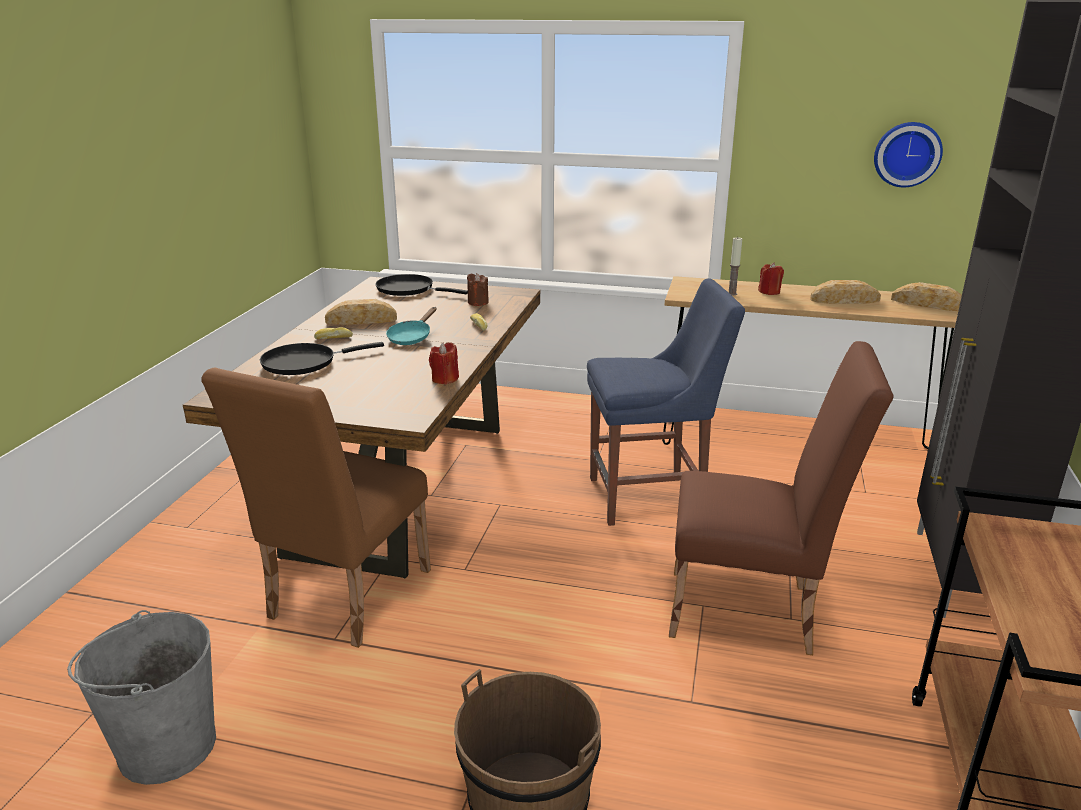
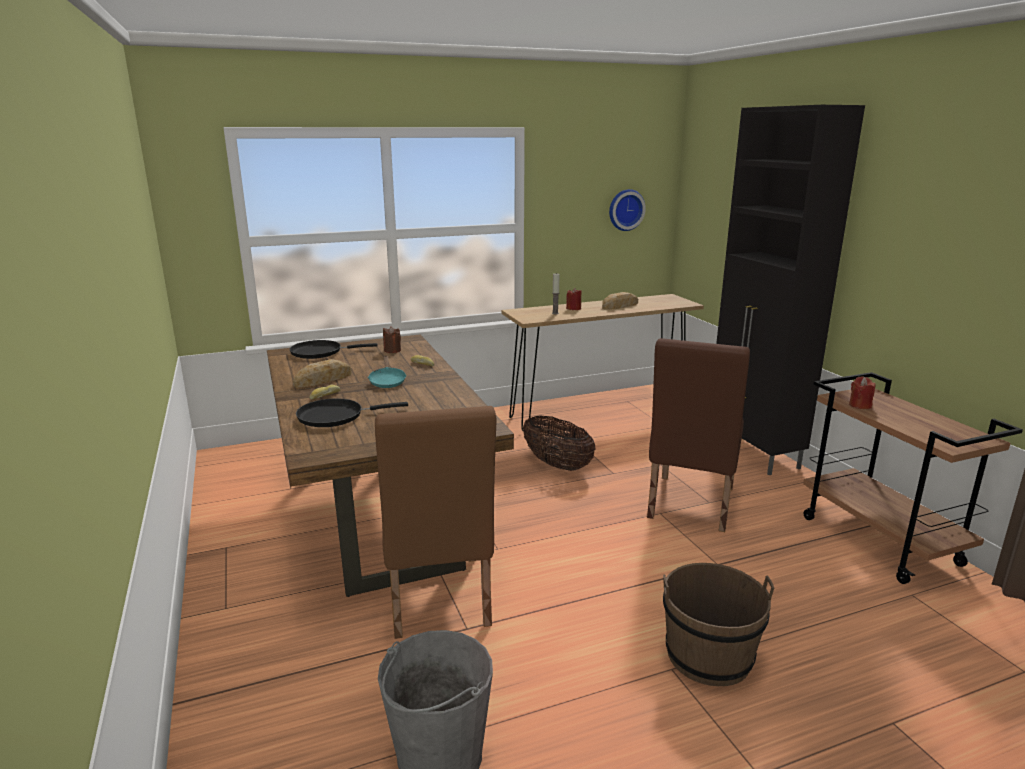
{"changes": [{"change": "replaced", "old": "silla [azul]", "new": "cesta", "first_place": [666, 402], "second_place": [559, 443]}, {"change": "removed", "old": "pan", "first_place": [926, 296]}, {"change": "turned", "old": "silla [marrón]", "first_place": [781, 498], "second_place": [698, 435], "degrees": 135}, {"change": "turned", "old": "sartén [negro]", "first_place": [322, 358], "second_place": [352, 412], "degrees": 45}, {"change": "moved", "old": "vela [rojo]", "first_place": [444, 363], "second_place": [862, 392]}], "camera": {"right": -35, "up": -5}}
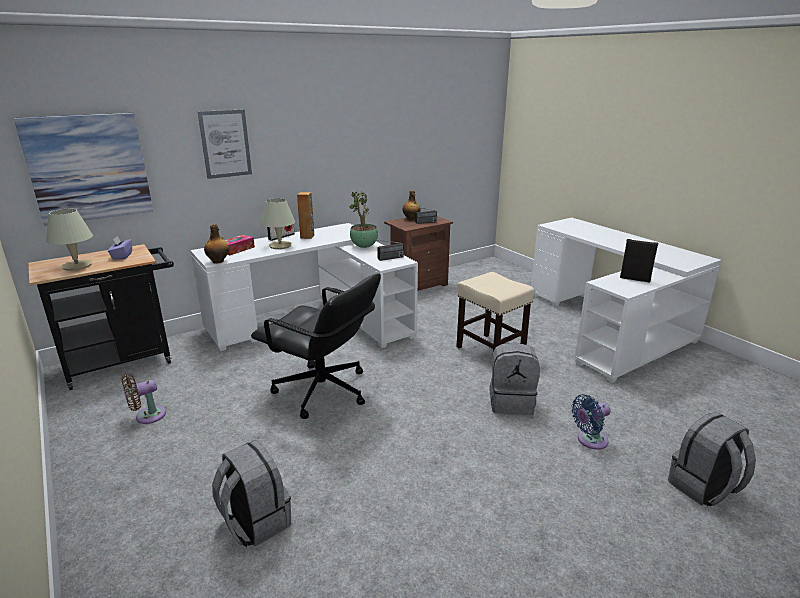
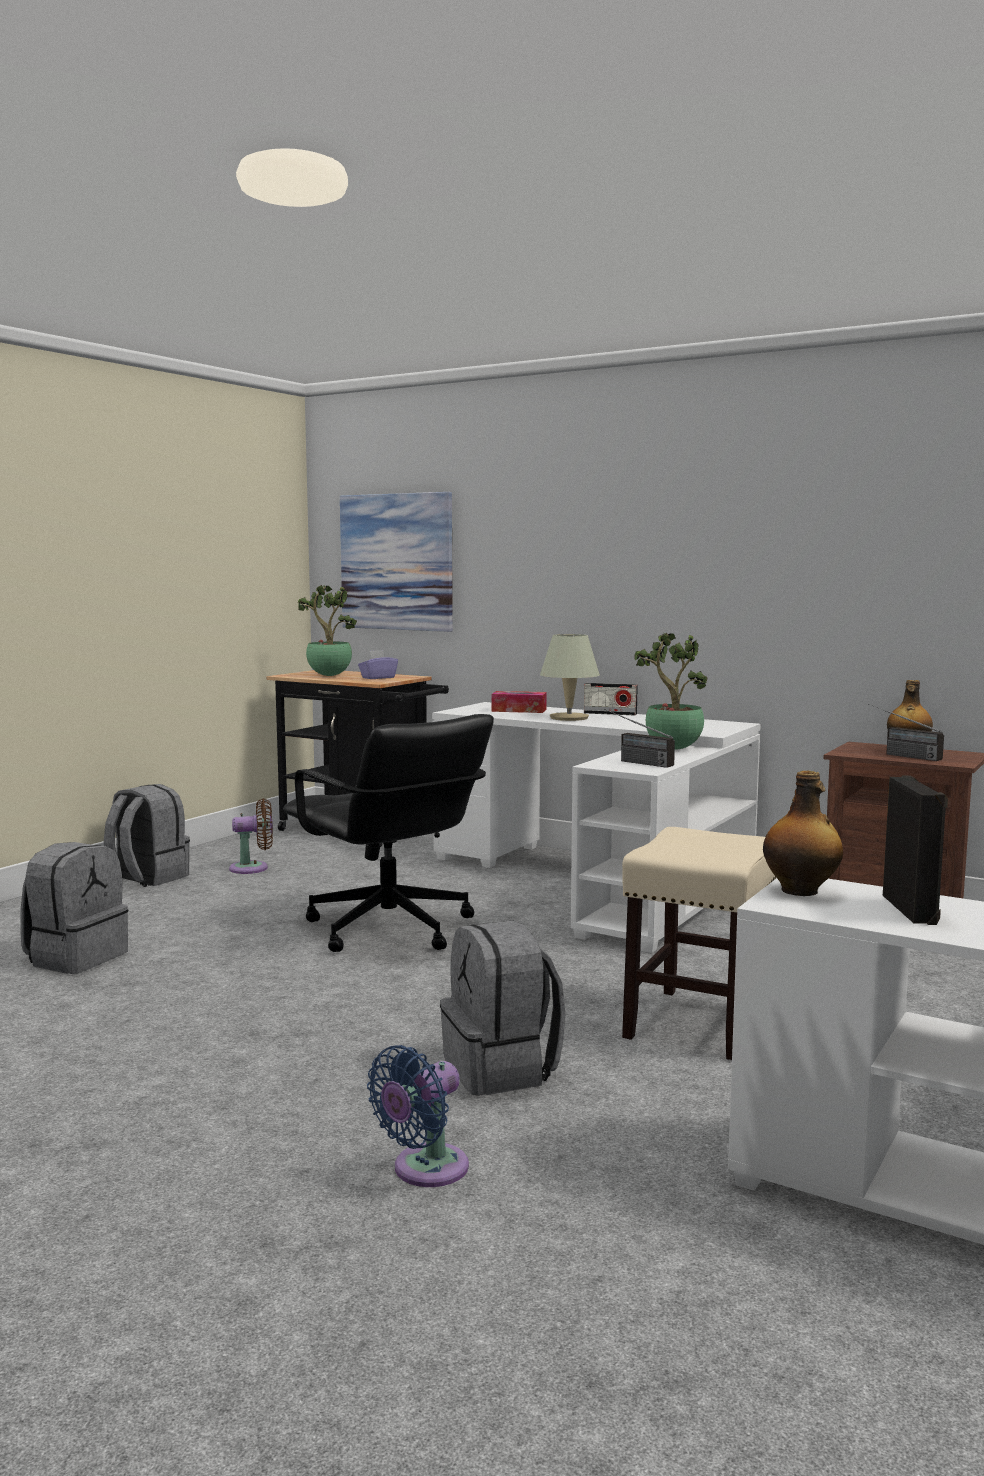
{"changes": [{"change": "removed", "old": "cuadro", "first_place": [225, 144]}, {"change": "removed", "old": "altavoz [marrón]", "first_place": [305, 215]}, {"change": "replaced", "old": "lámpara de mesa [beis]", "new": "planta en maceta", "first_place": [69, 240], "second_place": [327, 630]}, {"change": "moved", "old": "botella", "first_place": [216, 244], "second_place": [803, 833]}, {"change": "turned", "old": "silla de oficina [negro]", "first_place": [316, 346], "second_place": [388, 833], "degrees": -45}, {"change": "turned", "old": "ventilador [marrón]", "first_place": [144, 399], "second_place": [251, 836], "degrees": 135}, {"change": "turned", "old": "ventilador [azul]", "first_place": [591, 422], "second_place": [418, 1116], "degrees": -90}, {"change": "moved", "old": "mochila [gris]", "first_place": [712, 459], "second_place": [147, 835]}], "camera": {"right": 65, "up": -15}}
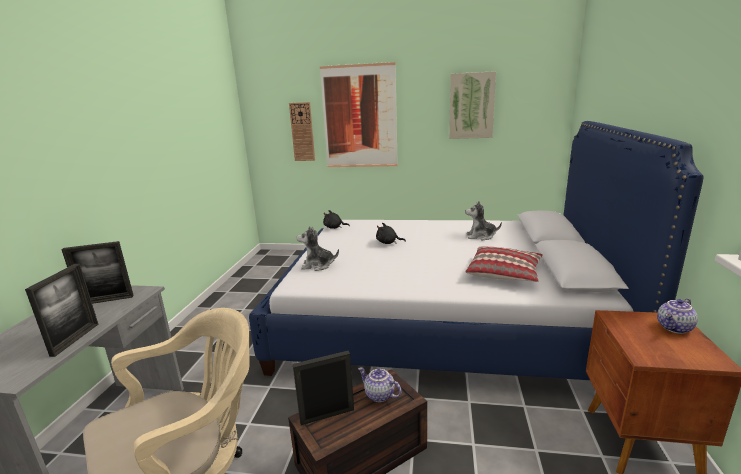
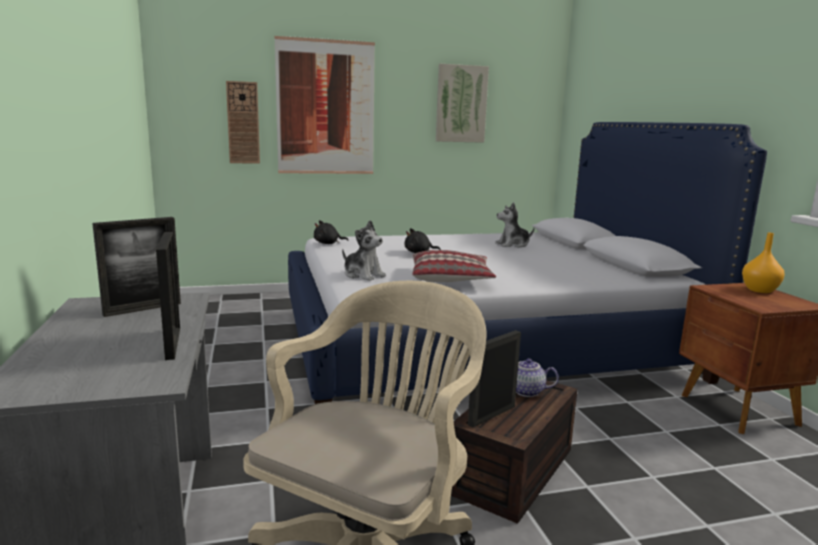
{"changes": [{"change": "turned", "old": "peluche", "first_place": [318, 248], "second_place": [364, 250], "degrees": -120}, {"change": "moved", "old": "cojín", "first_place": [504, 264], "second_place": [454, 266]}, {"change": "replaced", "old": "tetera", "new": "florero [naranja]", "first_place": [677, 316], "second_place": [763, 263]}], "camera": {"right": -25, "up": -5}}
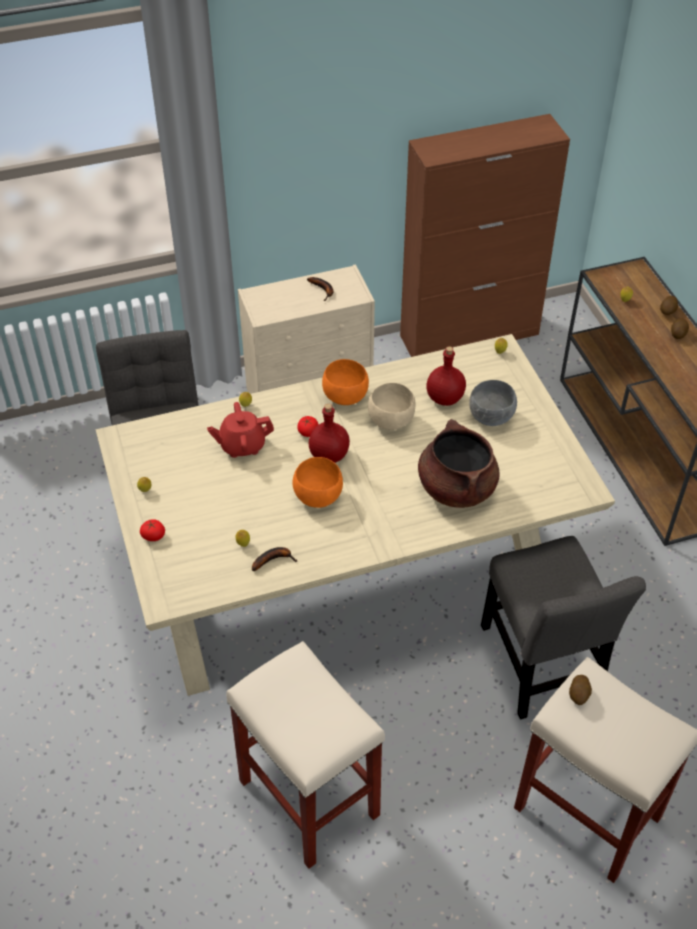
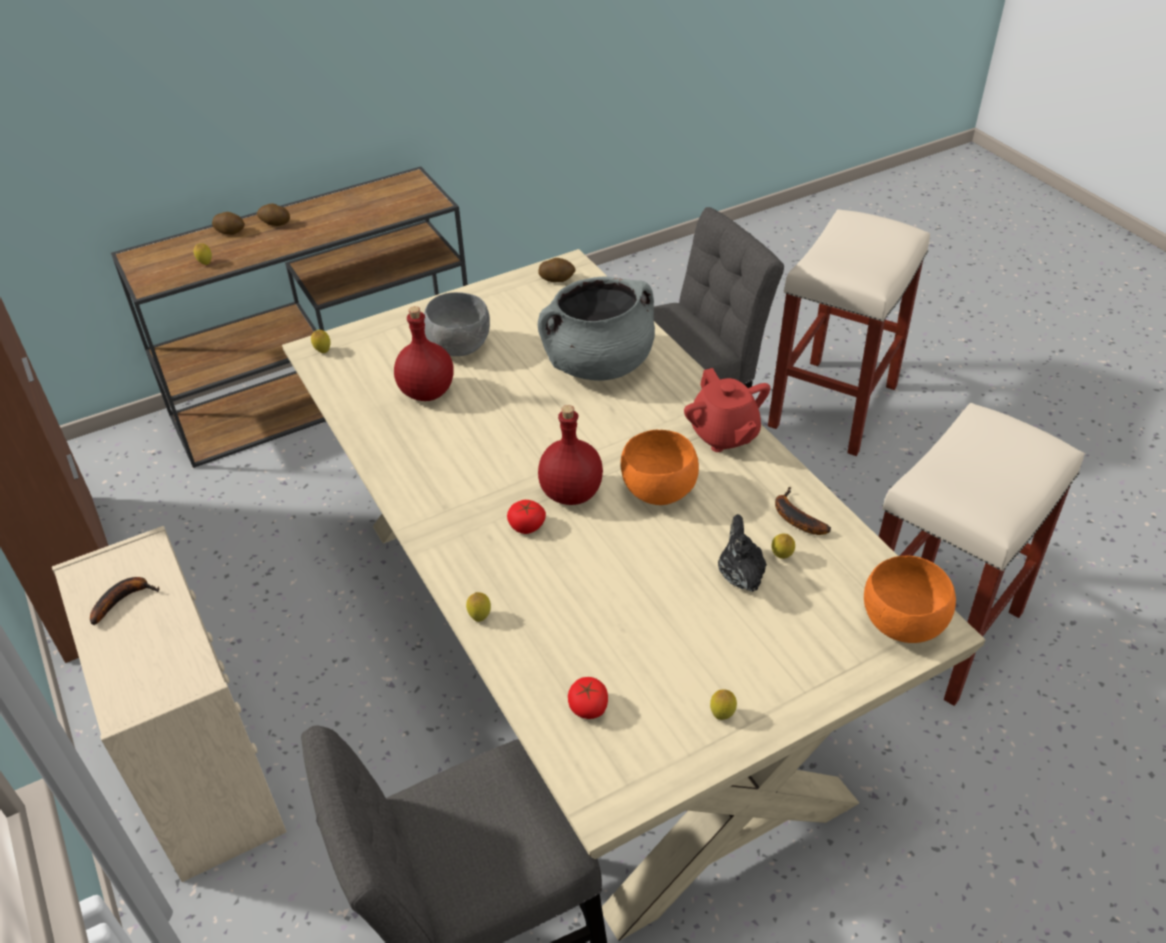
{"changes": [{"change": "moved", "old": "cuenco [naranja]", "first_place": [345, 382], "second_place": [910, 599]}, {"change": "removed", "old": "cuenco [beis]", "first_place": [392, 406]}, {"change": "moved", "old": "tetera [rojo]", "first_place": [240, 430], "second_place": [727, 410]}, {"change": "recoloured", "old": "olla [marrón]", "new": "olla [gris]", "first_place": [459, 463], "second_place": [596, 328]}, {"change": "moved", "old": "tomate", "first_place": [152, 530], "second_place": [588, 698]}, {"change": "moved", "old": "patata", "first_place": [580, 690], "second_place": [557, 270]}, {"change": "added", "new": "tetera [negro]", "second_place": [742, 553]}], "camera": {"right": -100, "up": -5}}
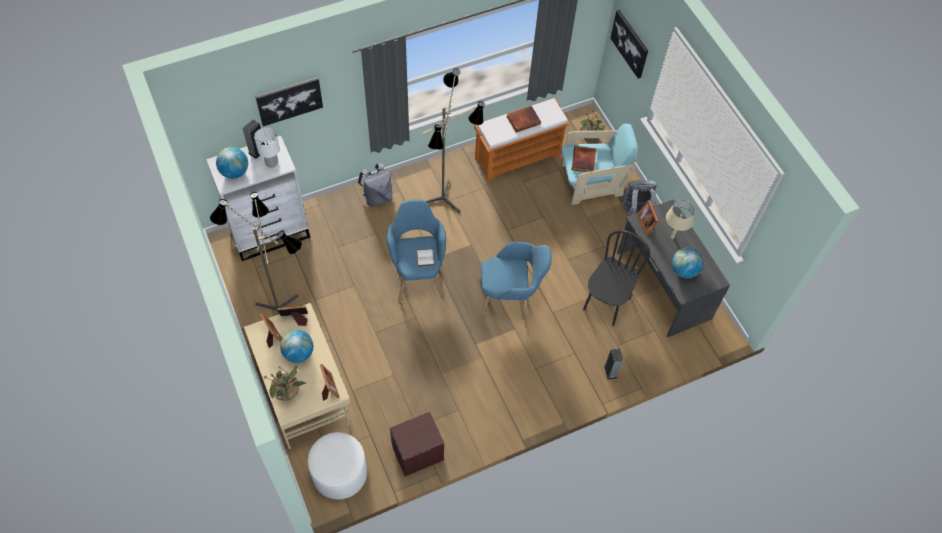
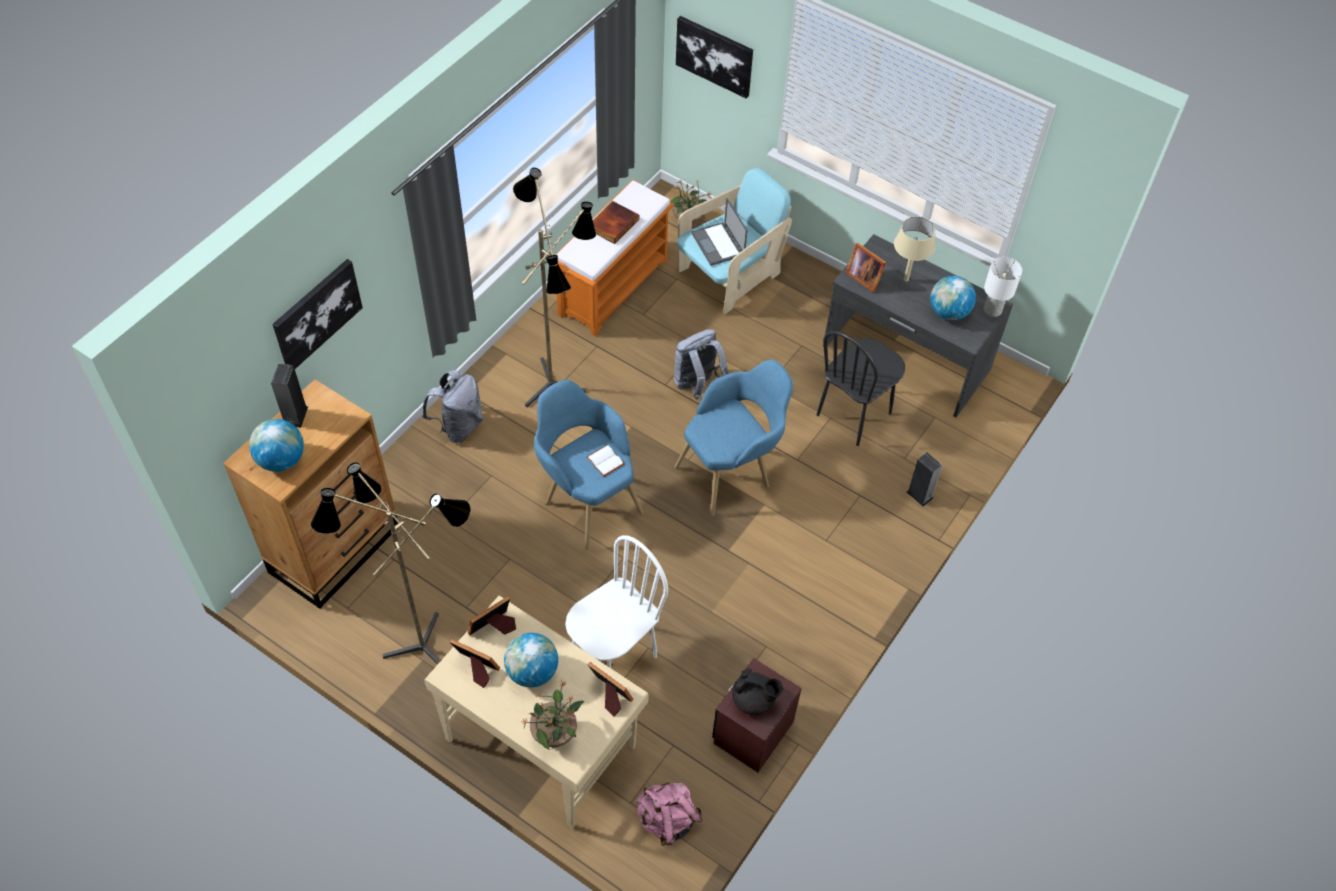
{"changes": [{"change": "moved", "old": "lámpara de mesa [blanco]", "first_place": [267, 147], "second_place": [1003, 287]}, {"change": "recoloured", "old": "cómoda [blanco]", "new": "cómoda [marrón]", "first_place": [258, 198], "second_place": [310, 494]}, {"change": "replaced", "old": "libro", "new": "portátil", "first_place": [584, 159], "second_place": [719, 232]}, {"change": "moved", "old": "mochila [gris]", "first_place": [639, 198], "second_place": [701, 364]}, {"change": "turned", "old": "silla [negro]", "first_place": [616, 278], "second_place": [860, 388], "degrees": -135}, {"change": "replaced", "old": "puf [blanco]", "new": "mochila [rosa]", "first_place": [337, 465], "second_place": [669, 814]}, {"change": "added", "new": "silla [blanco]", "second_place": [616, 601]}, {"change": "added", "new": "tetera [negro]", "second_place": [757, 692]}], "camera": {"right": -30, "up": -5}}
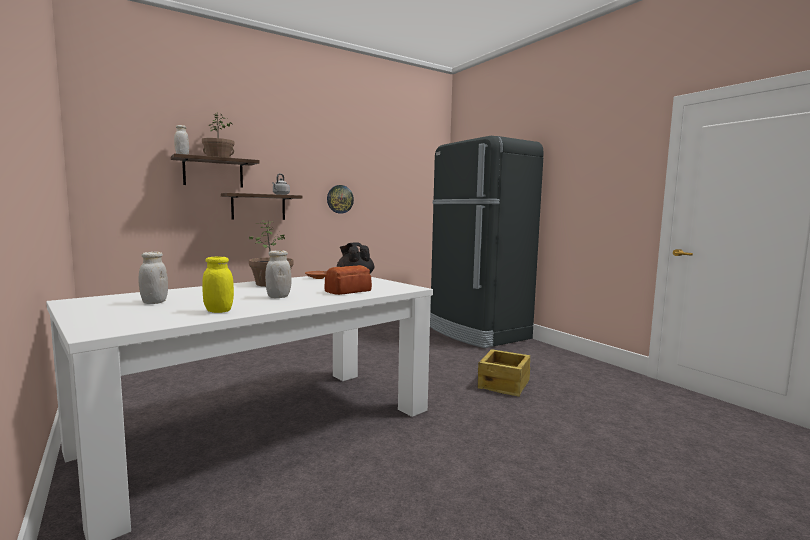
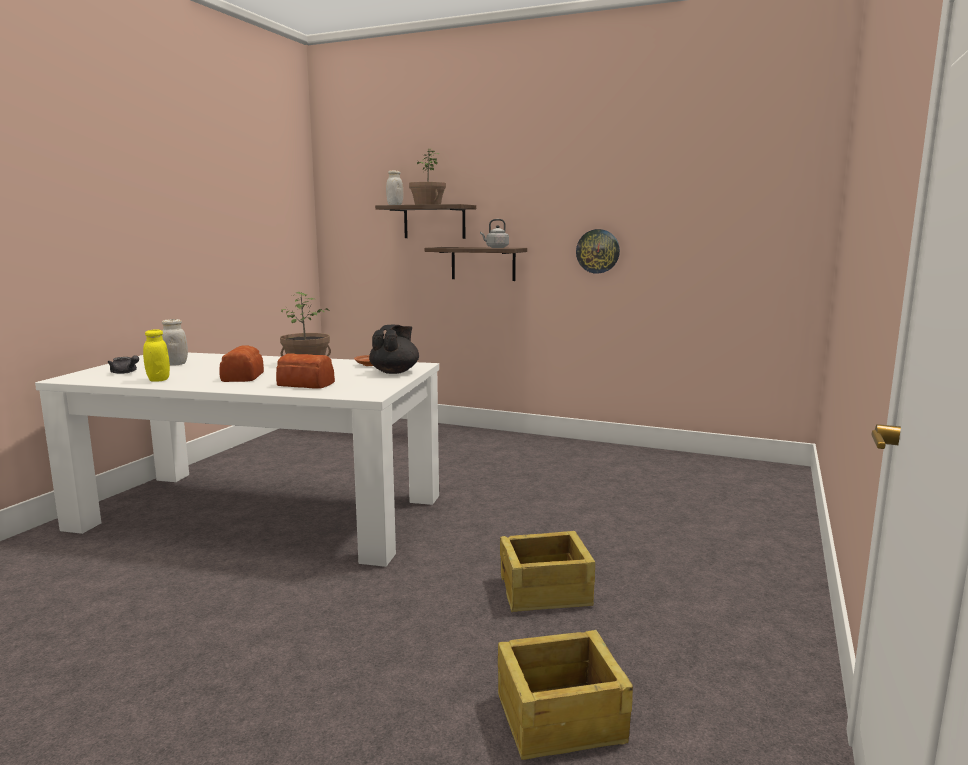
{"changes": [{"change": "removed", "old": "nevera [negro]", "first_place": [487, 242]}, {"change": "replaced", "old": "tarro [blanco]", "new": "pan", "first_place": [278, 274], "second_place": [241, 363]}, {"change": "added", "new": "tetera [gris]", "second_place": [123, 364]}, {"change": "added", "new": "caja de embalaje", "second_place": [565, 695]}], "camera": {"right": 55, "up": 5}}
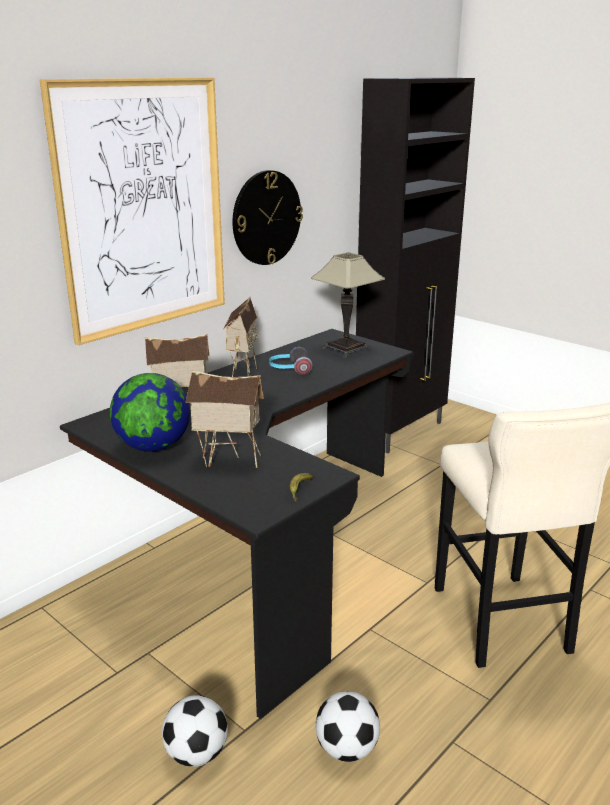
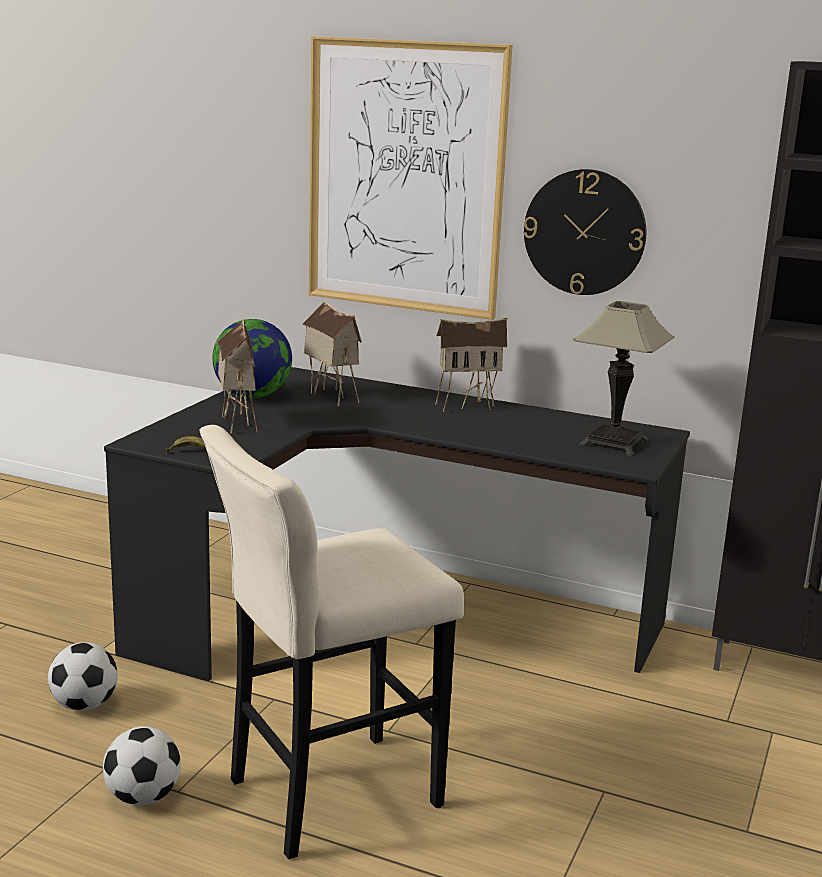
{"changes": [{"change": "removed", "old": "auriculares", "first_place": [290, 361]}, {"change": "moved", "old": "balón de fútbol", "first_place": [195, 731], "second_place": [142, 766]}], "camera": {"right": 70, "up": -5}}
